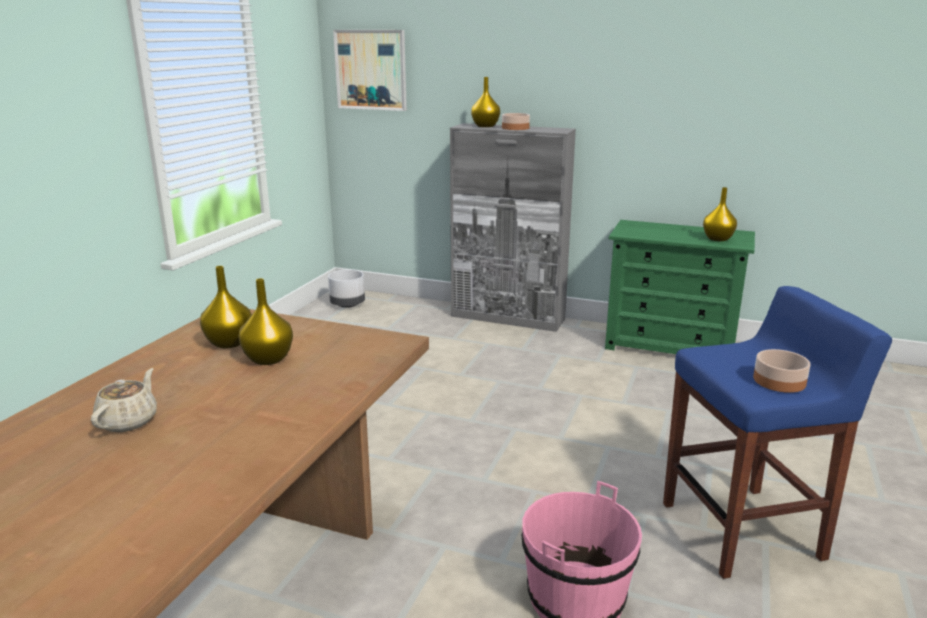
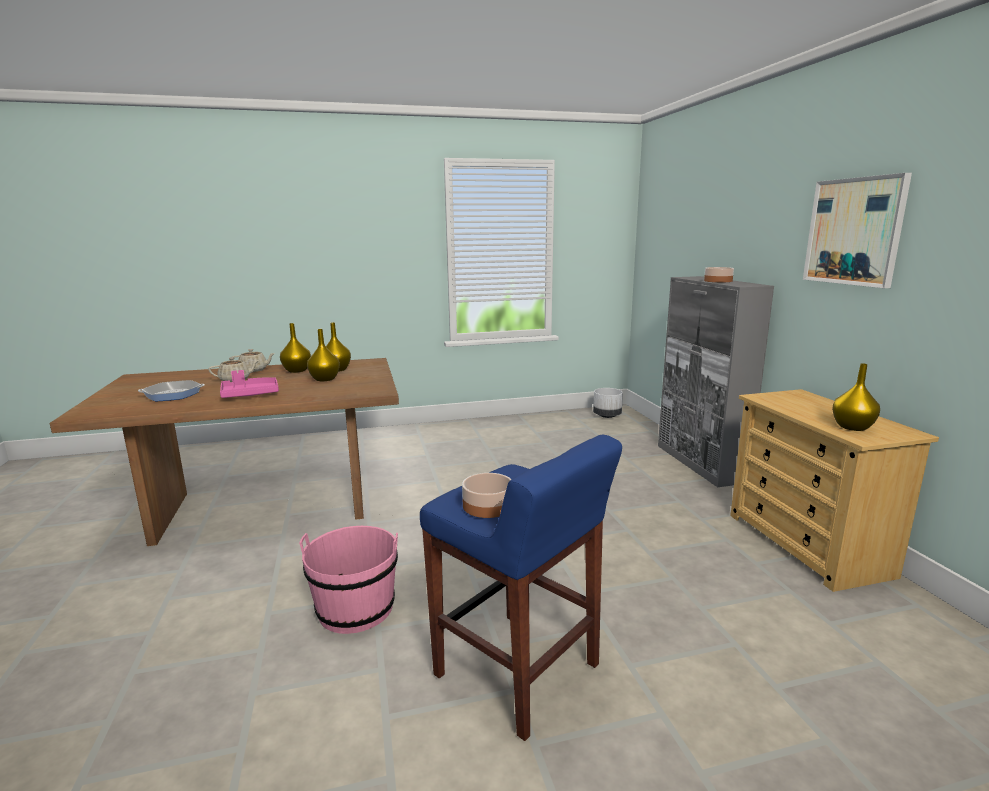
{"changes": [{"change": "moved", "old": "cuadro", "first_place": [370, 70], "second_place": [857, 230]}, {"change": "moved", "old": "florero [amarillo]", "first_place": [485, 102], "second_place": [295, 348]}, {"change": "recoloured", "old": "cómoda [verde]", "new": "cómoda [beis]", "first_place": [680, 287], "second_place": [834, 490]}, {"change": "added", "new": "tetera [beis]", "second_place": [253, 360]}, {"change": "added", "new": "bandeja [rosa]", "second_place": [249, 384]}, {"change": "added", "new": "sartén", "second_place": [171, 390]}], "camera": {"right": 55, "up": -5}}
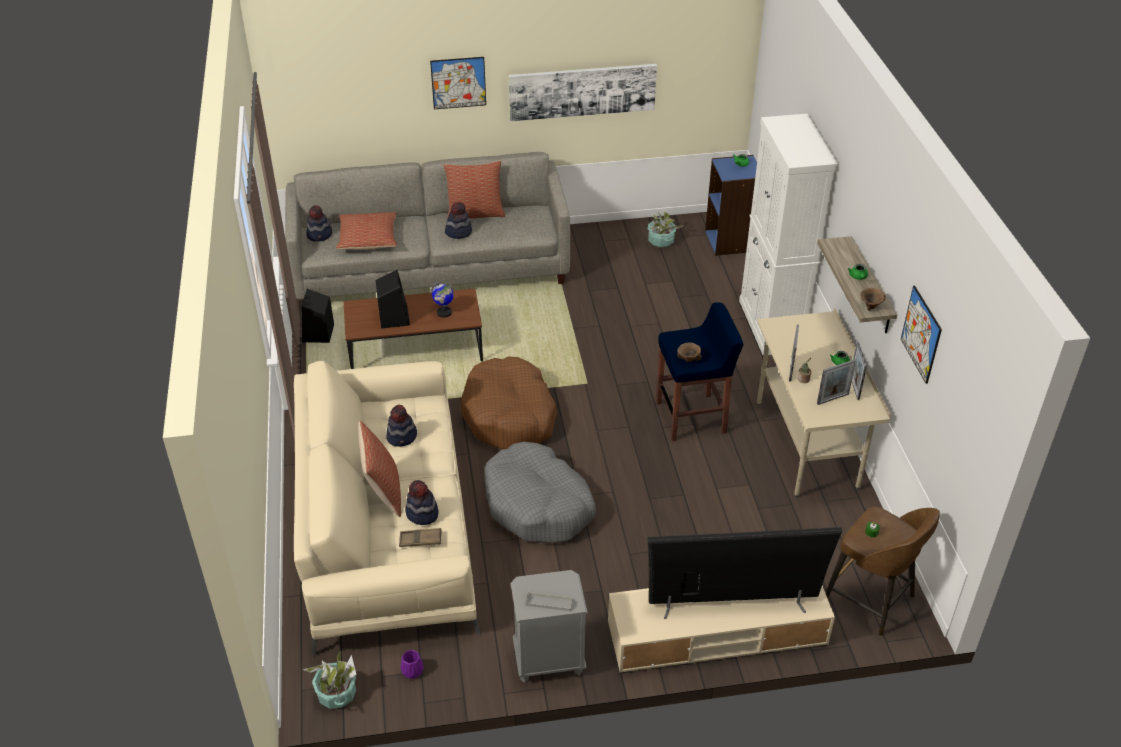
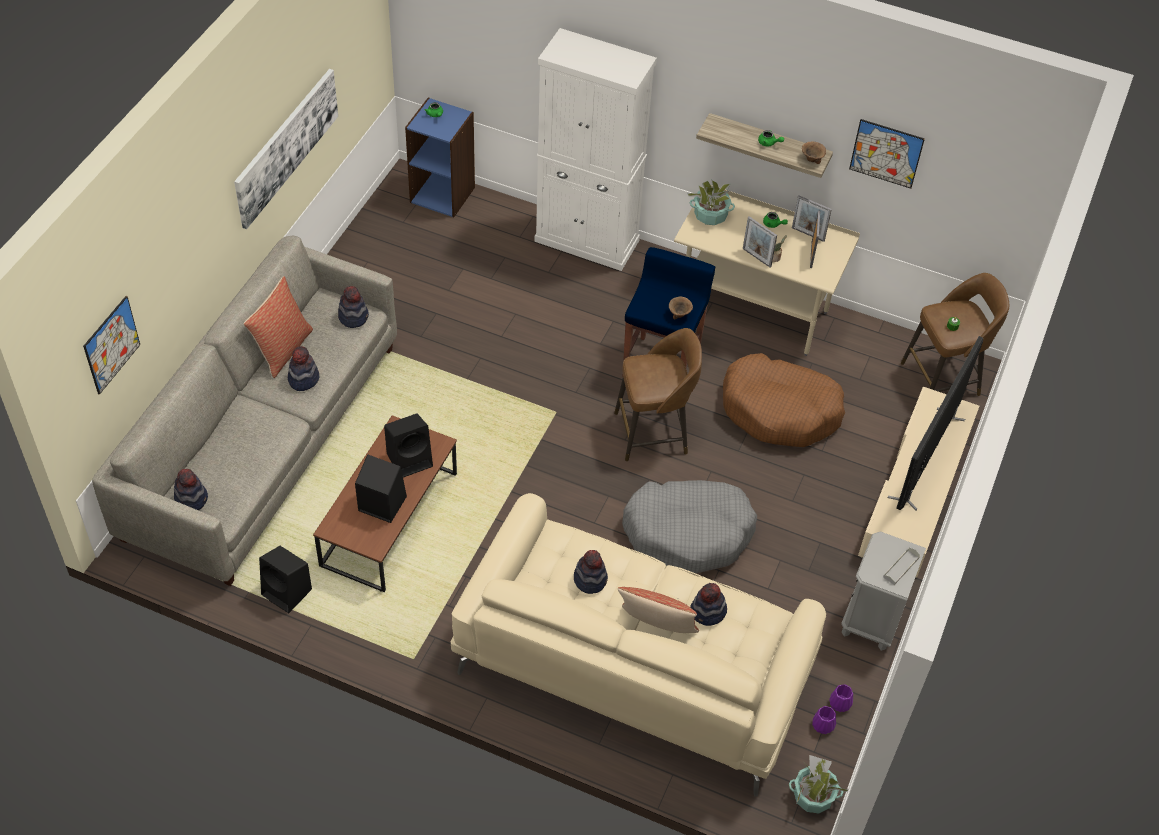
{"changes": [{"change": "moved", "old": "cuadro", "first_place": [458, 83], "second_place": [111, 345]}, {"change": "removed", "old": "cojín", "first_place": [366, 231]}, {"change": "moved", "old": "planta en maceta", "first_place": [666, 229], "second_place": [711, 202]}, {"change": "replaced", "old": "globo terráqueo", "new": "altavoz [negro]", "first_place": [442, 299], "second_place": [408, 445]}, {"change": "moved", "old": "cama para perro [marrón]", "first_place": [509, 402], "second_place": [784, 400]}, {"change": "removed", "old": "bandeja [marrón]", "first_place": [420, 537]}, {"change": "added", "new": "sombrero", "second_place": [353, 307]}, {"change": "added", "new": "taburete [marrón]", "second_place": [658, 394]}, {"change": "added", "new": "florero [morado]", "second_place": [841, 698]}], "camera": {"right": -60, "up": 10}}
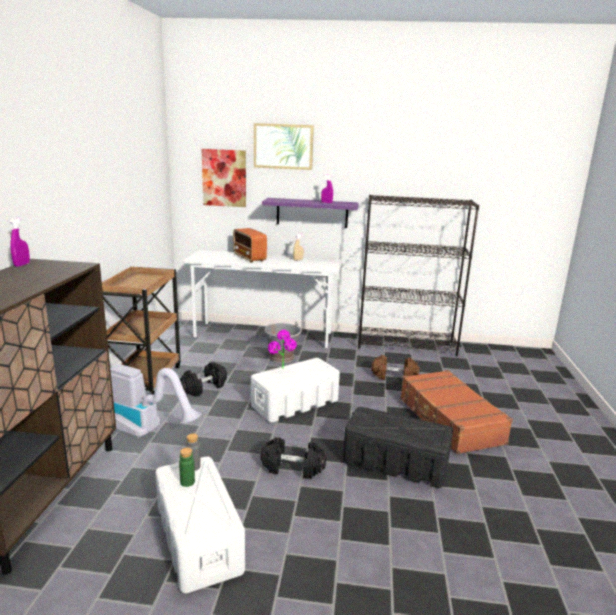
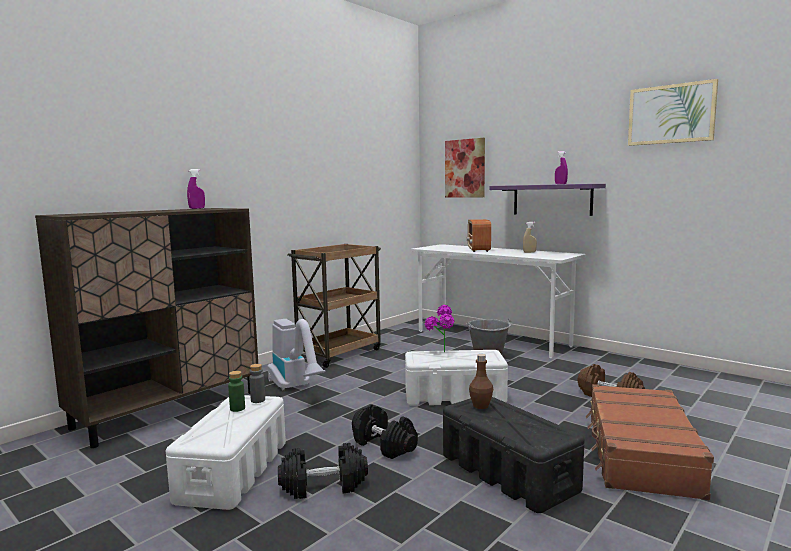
{"changes": [{"change": "moved", "old": "cuadro", "first_place": [284, 146], "second_place": [673, 112]}, {"change": "removed", "old": "estantería [negro]", "first_place": [418, 276]}, {"change": "moved", "old": "mancuerna [negro]", "first_place": [203, 379], "second_place": [323, 471]}, {"change": "added", "new": "botella [marrón]", "second_place": [481, 381]}], "camera": {"right": 35, "up": -10}}
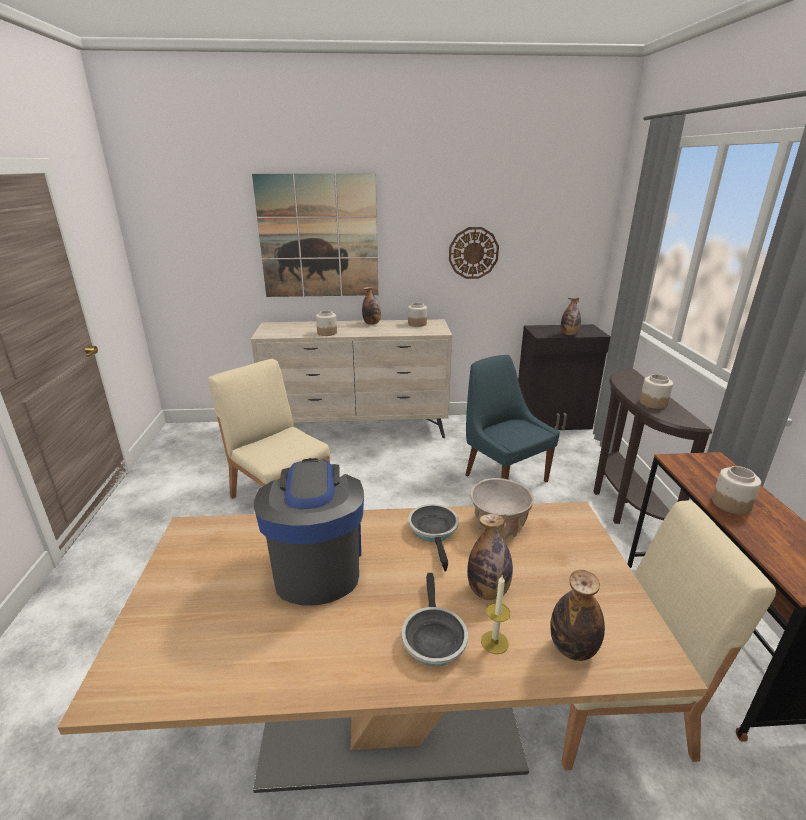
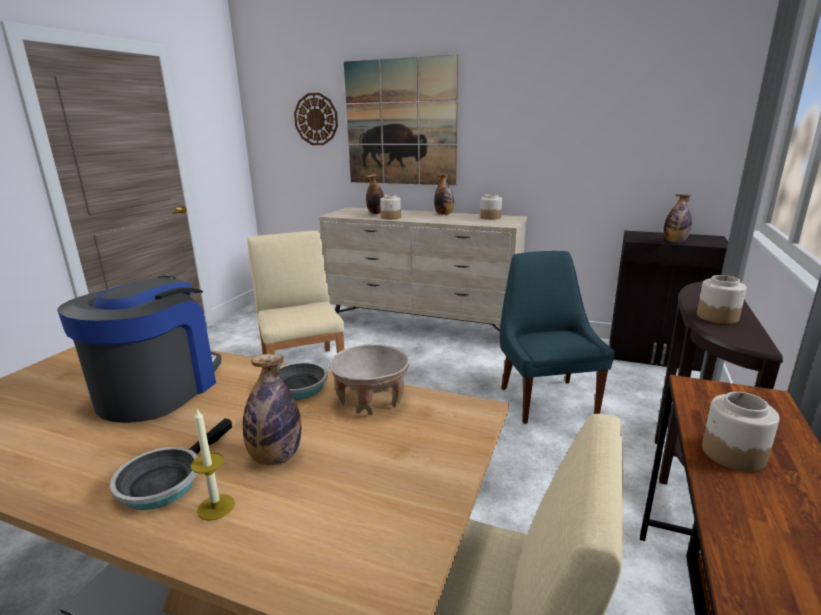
{"changes": [{"change": "moved", "old": "reloj de pared", "first_place": [474, 253], "second_place": [316, 119]}, {"change": "moved", "old": "botella", "first_place": [577, 615], "second_place": [375, 194]}], "camera": {"right": 25, "up": -5}}
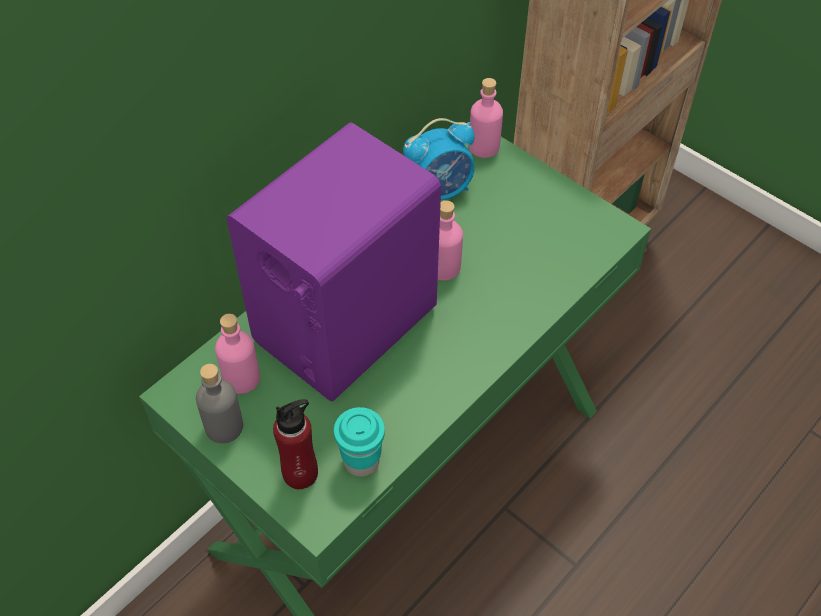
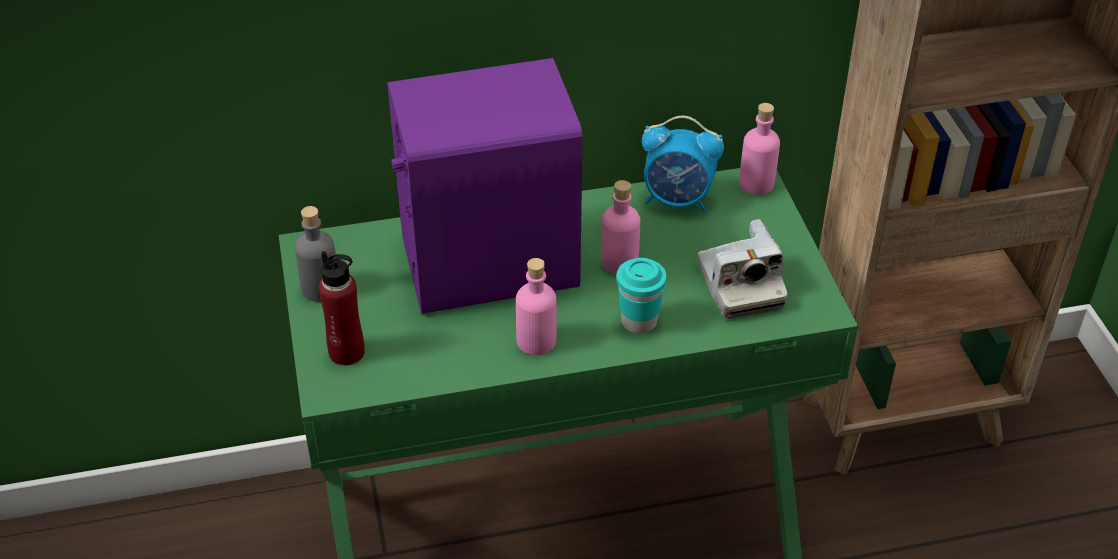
{"changes": [{"change": "moved", "old": "botella [rosa]", "first_place": [237, 354], "second_place": [536, 306]}, {"change": "moved", "old": "taza [turquesa]", "first_place": [359, 442], "second_place": [642, 296]}, {"change": "added", "new": "cámara", "second_place": [742, 269]}], "camera": {"right": 35, "up": -10}}
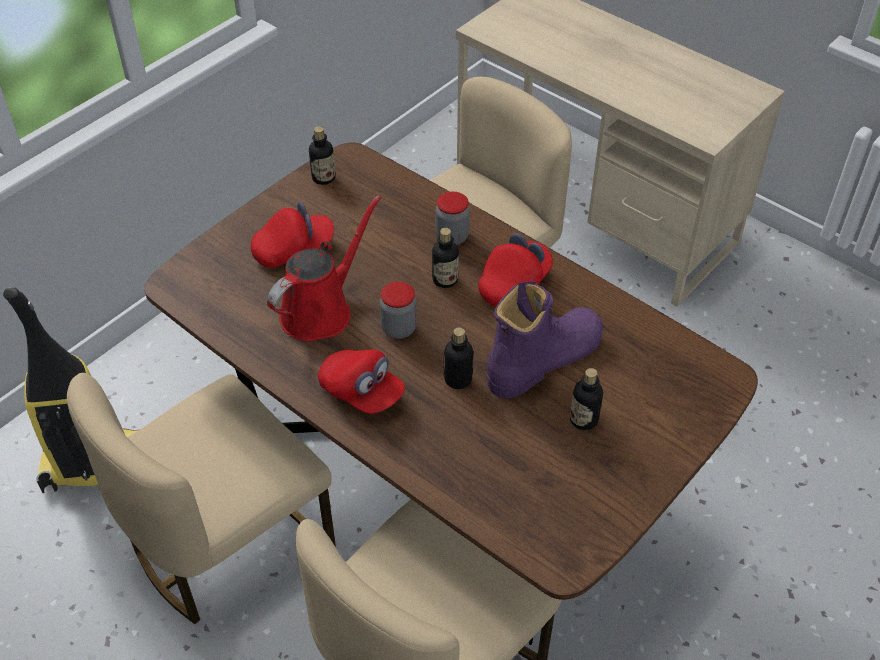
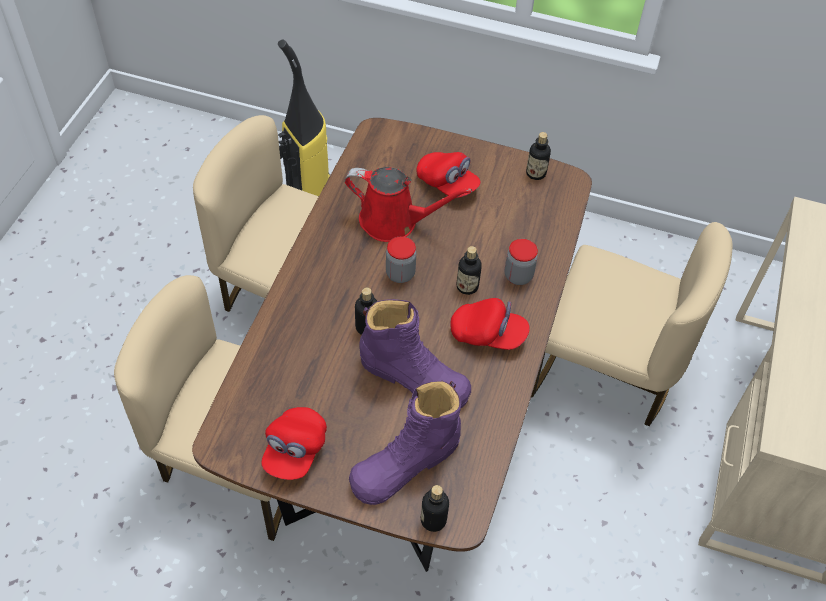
{"changes": [{"change": "moved", "old": "gorra [rojo]", "first_place": [361, 381], "second_place": [294, 443]}, {"change": "moved", "old": "botella", "first_place": [586, 399], "second_place": [435, 508]}, {"change": "added", "new": "bota [morado]", "second_place": [405, 443]}], "camera": {"right": 65, "up": 5}}
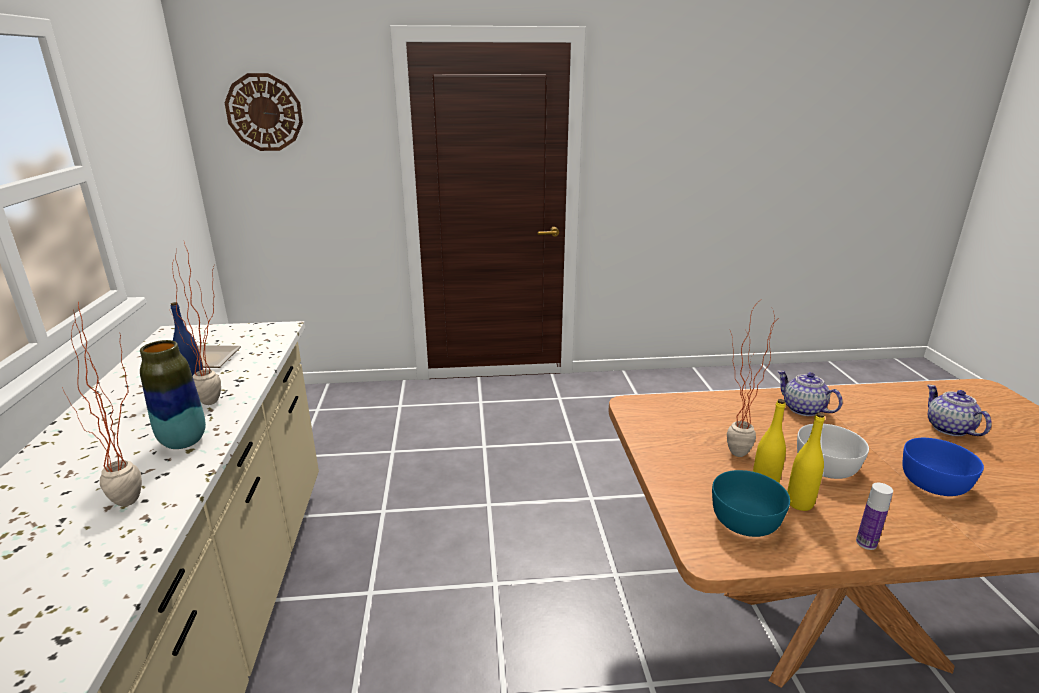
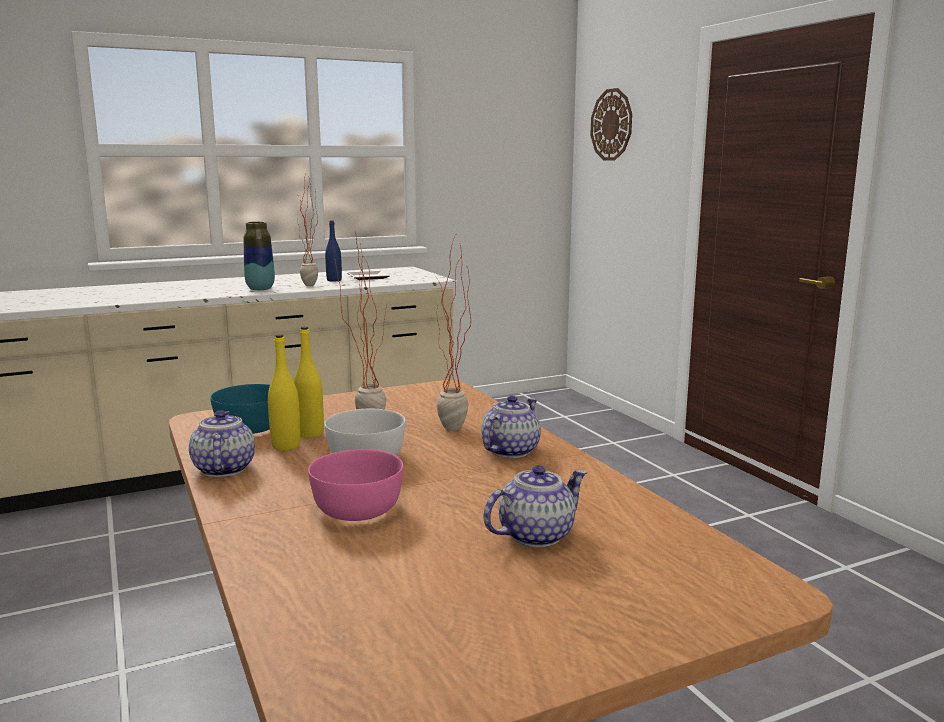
{"changes": [{"change": "moved", "old": "planta en maceta", "first_place": [102, 403], "second_place": [453, 332]}, {"change": "recoloured", "old": "cuenco [azul]", "new": "cuenco [rosa]", "first_place": [943, 467], "second_place": [355, 485]}, {"change": "replaced", "old": "botella", "new": "tetera", "first_place": [874, 516], "second_place": [222, 443]}], "camera": {"right": 70, "up": -10}}
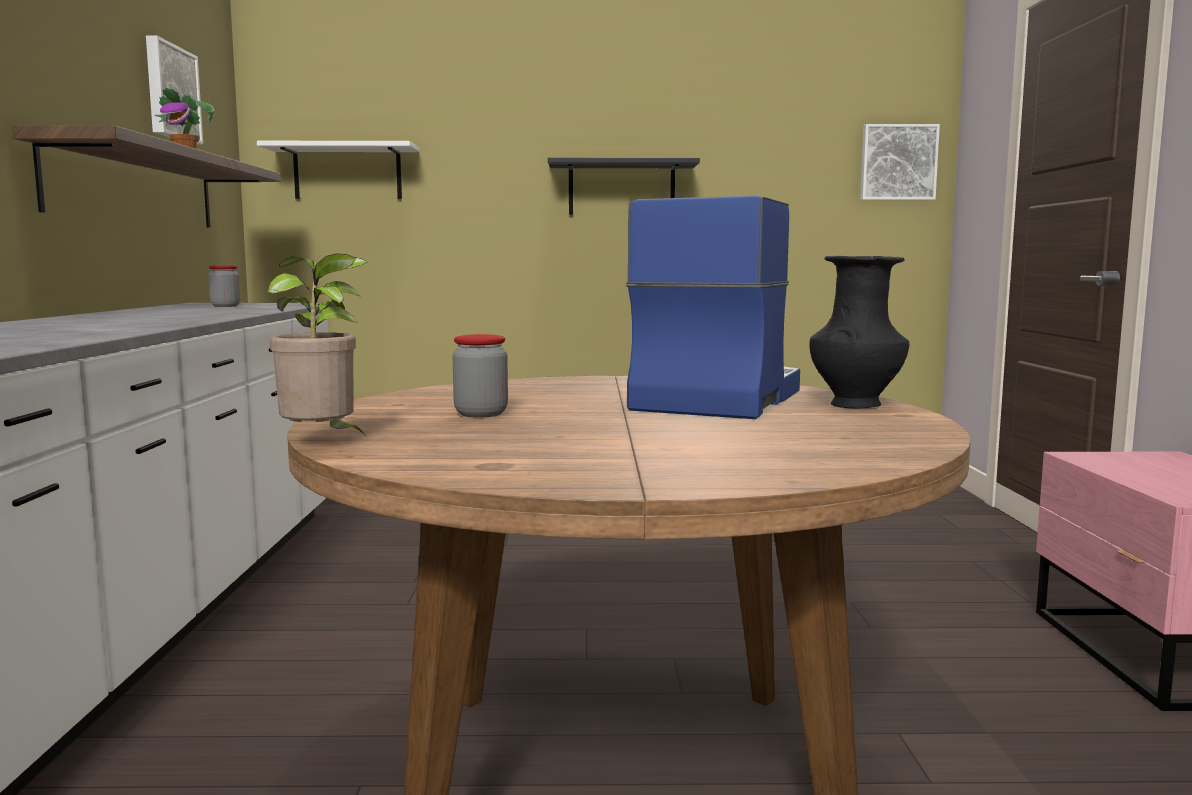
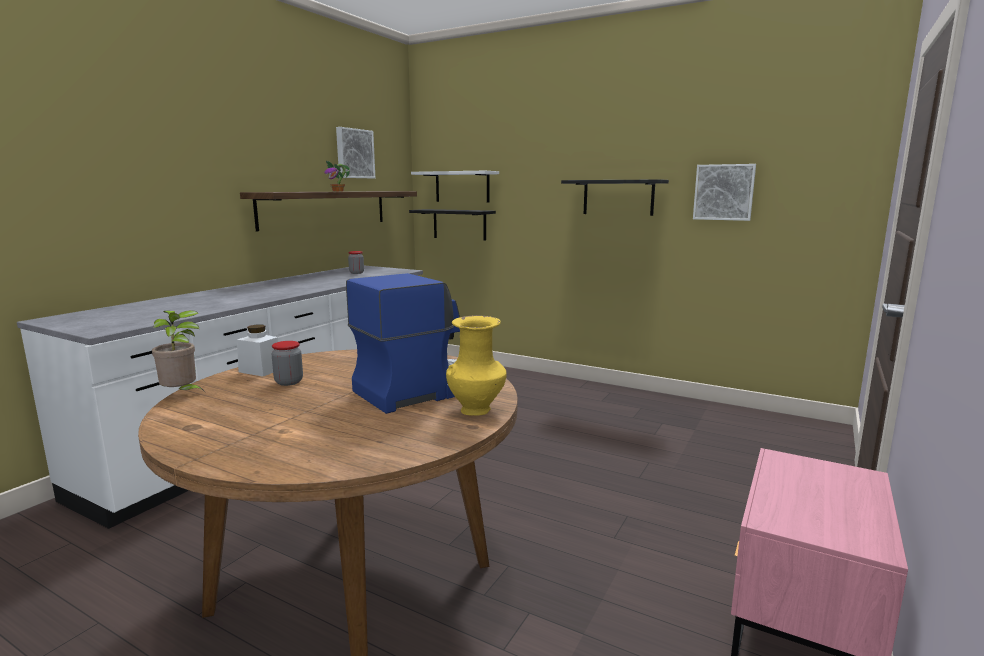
{"changes": [{"change": "moved", "old": "cuadro", "first_place": [900, 162], "second_place": [724, 192]}, {"change": "recoloured", "old": "florero [negro]", "new": "florero [amarillo]", "first_place": [859, 332], "second_place": [476, 365]}, {"change": "added", "new": "estante [negro]", "second_place": [452, 225]}, {"change": "added", "new": "tarro [blanco]", "second_place": [258, 351]}], "camera": {"right": 30, "up": 5}}
